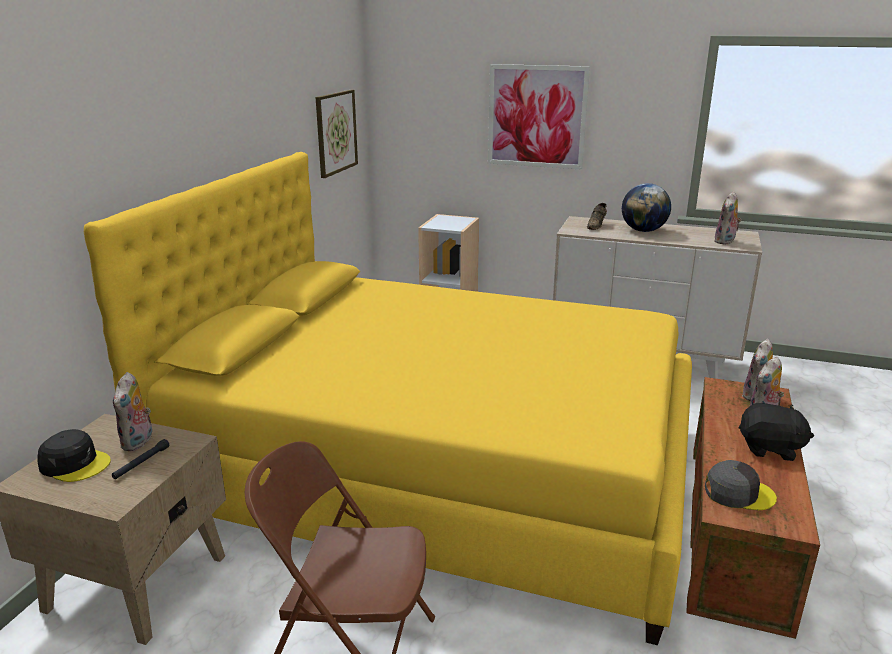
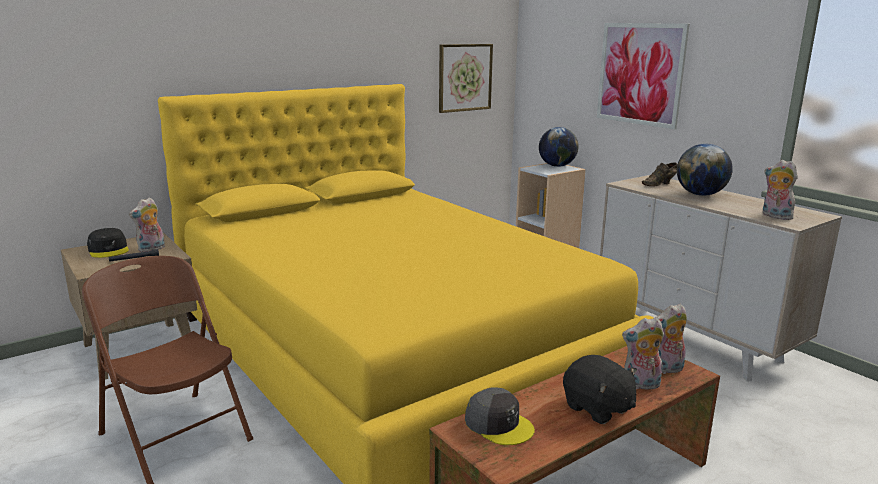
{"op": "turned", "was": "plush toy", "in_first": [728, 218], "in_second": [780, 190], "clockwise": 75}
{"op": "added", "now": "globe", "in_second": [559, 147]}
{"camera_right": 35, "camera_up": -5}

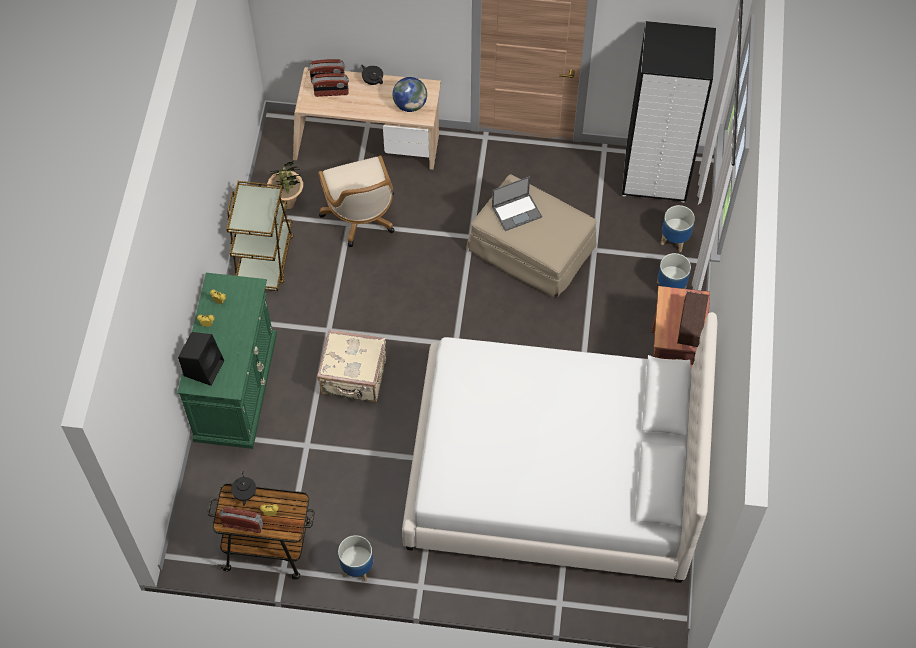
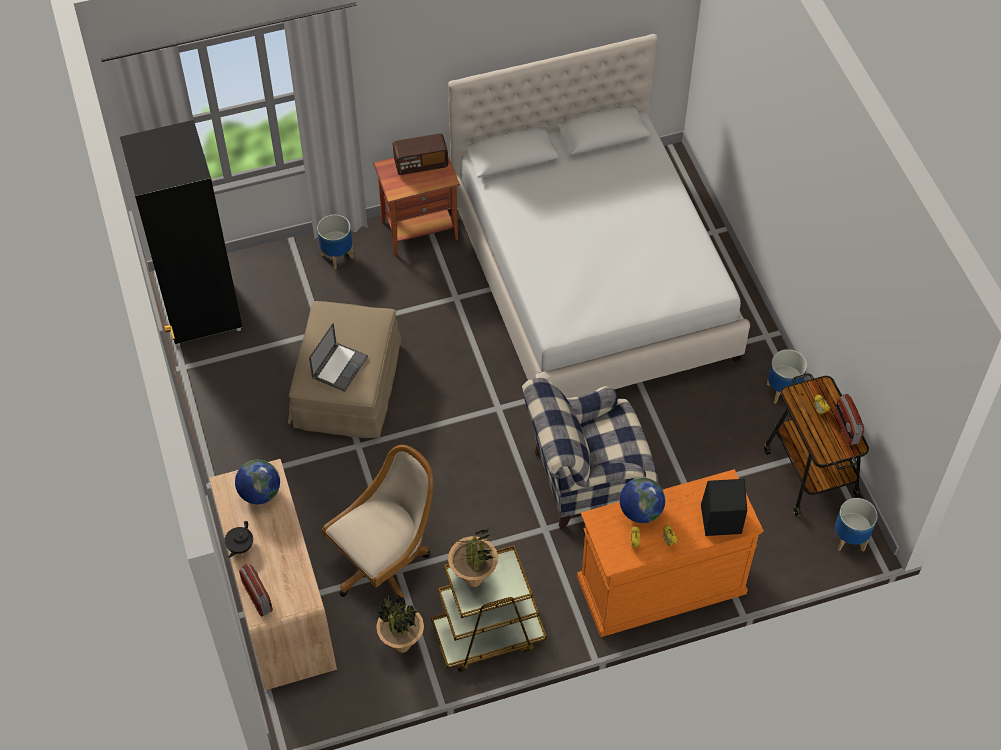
{"op": "removed", "was": "radio", "in_first": [330, 85]}
{"op": "turned", "was": "laptop", "in_first": [517, 203], "in_second": [338, 357], "clockwise": 75}
{"op": "moved", "was": "planter", "in_first": [678, 229], "in_second": [856, 525]}
{"op": "recoloured", "was": "dresser (green)", "now": "dresser (orange)", "in_first": [227, 361], "in_second": [670, 553]}
{"op": "replaced", "was": "suitcase (beige)", "now": "armchair", "in_first": [351, 366], "in_second": [590, 453]}
{"op": "removed", "was": "teapot (black)", "in_first": [243, 488]}
{"op": "added", "now": "globe", "in_second": [642, 500]}
{"op": "added", "now": "potted plant", "in_second": [473, 558]}
{"camera_right": -115, "camera_up": -5}

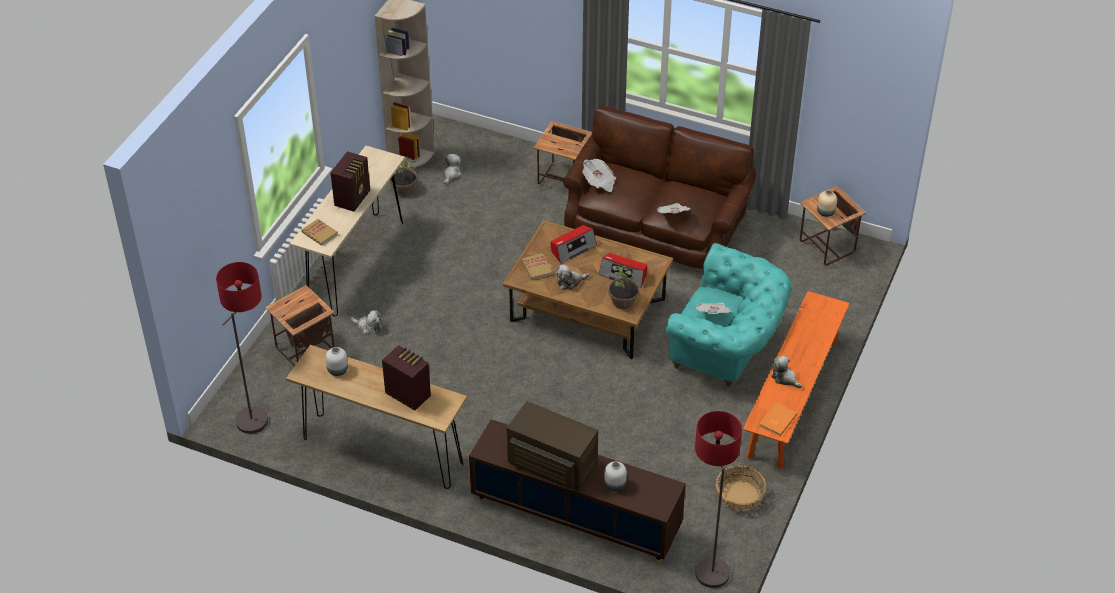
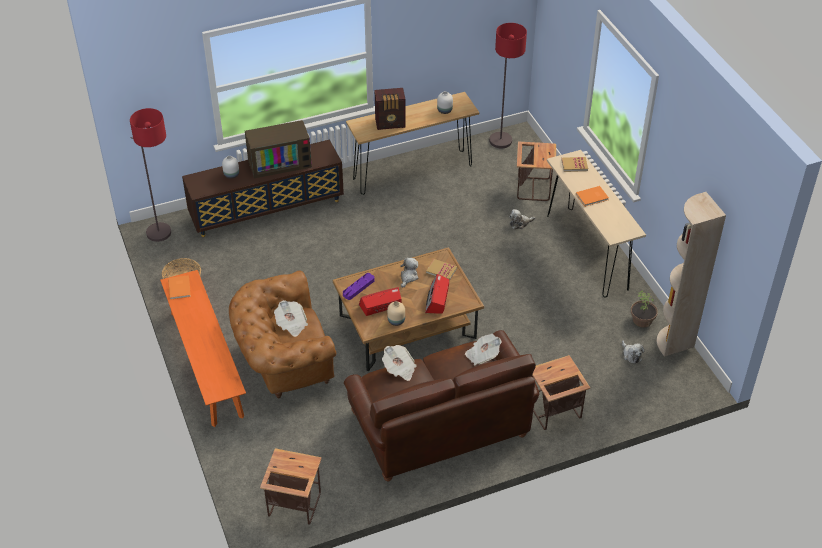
{"op": "replaced", "was": "radio", "now": "book (orange)", "in_first": [350, 181], "in_second": [592, 196]}
{"op": "moved", "was": "vase (beige)", "in_first": [827, 203], "in_second": [396, 313]}
{"op": "recoloured", "was": "armchair (turquoise)", "now": "armchair (brown)", "in_first": [728, 315], "in_second": [282, 334]}
{"op": "replaced", "was": "potted plant", "now": "tray (purple)", "in_first": [624, 287], "in_second": [359, 286]}
{"op": "removed", "was": "plush toy", "in_first": [786, 371]}
{"camera_right": 135, "camera_up": 0}

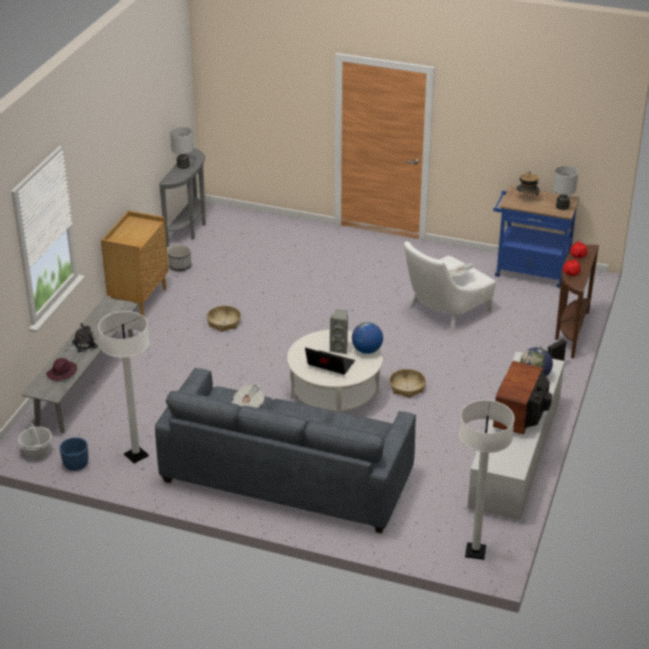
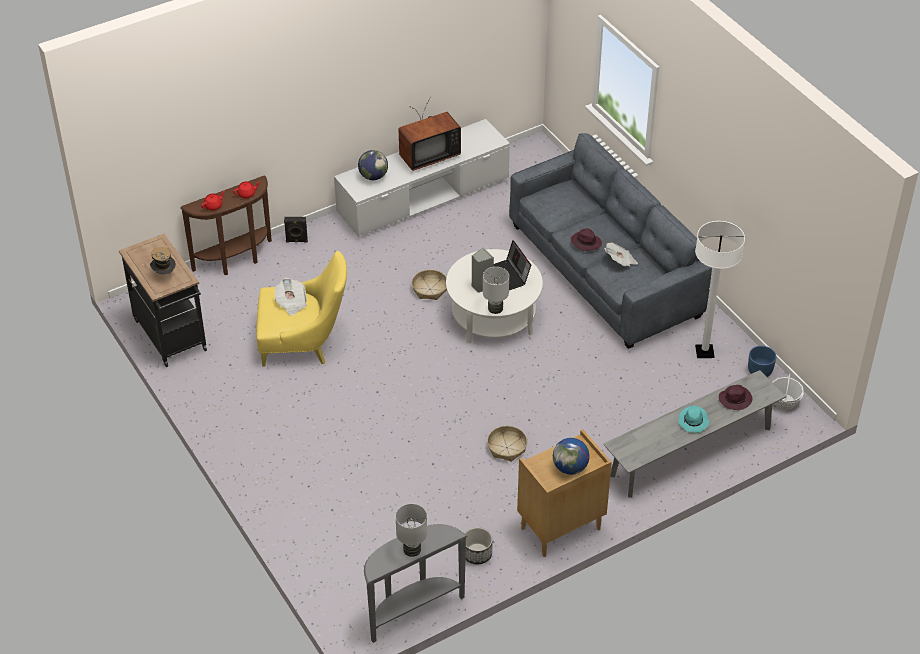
{"op": "moved", "was": "table lamp (grey)", "in_first": [565, 188], "in_second": [496, 290]}
{"op": "recoloured", "was": "cart (blue)", "now": "cart (black)", "in_first": [536, 237], "in_second": [163, 300]}
{"op": "recoloured", "was": "armchair (white)", "now": "armchair (yellow)", "in_first": [450, 286], "in_second": [301, 308]}
{"op": "moved", "was": "globe", "in_first": [367, 338], "in_second": [571, 456]}
{"op": "replaced", "was": "plush toy", "now": "hat (turquoise)", "in_first": [82, 337], "in_second": [694, 419]}
{"op": "removed", "was": "floor lamp (white)", "in_first": [486, 480]}
{"op": "added", "now": "hat (purple)", "in_second": [586, 239]}
{"camera_right": -140, "camera_up": 10}

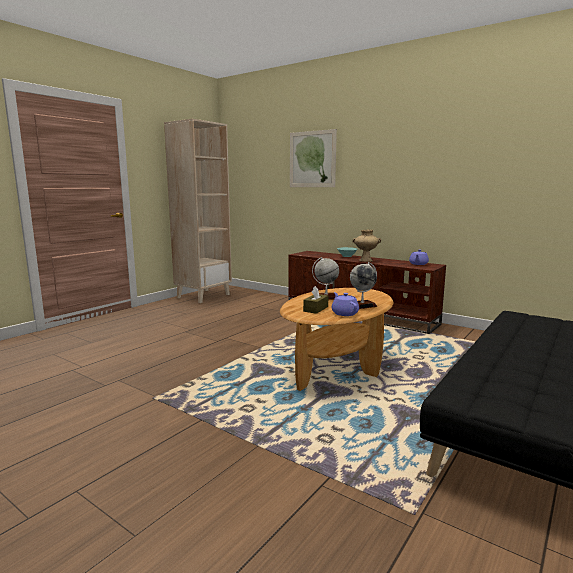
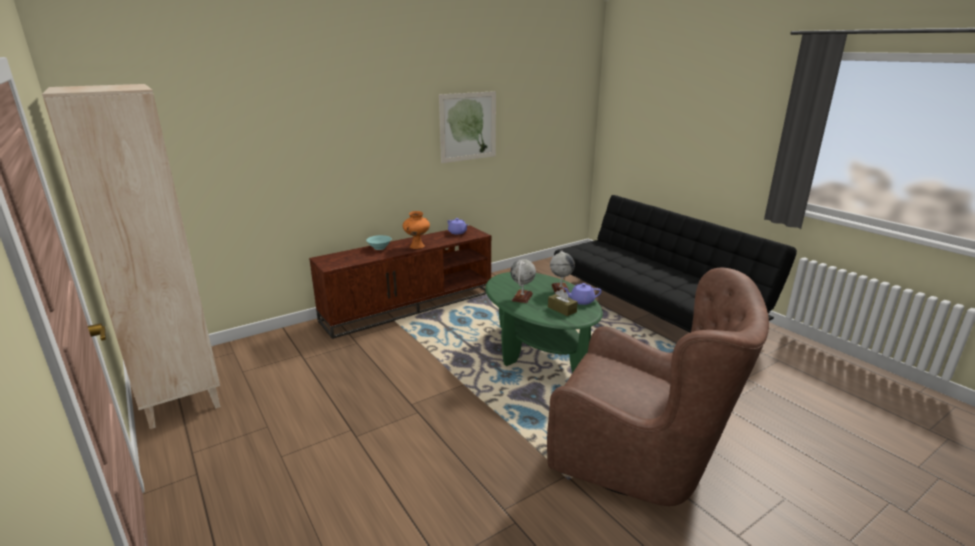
{"op": "moved", "was": "picture", "in_first": [313, 158], "in_second": [467, 127]}
{"op": "recoloured", "was": "vase (beige)", "now": "vase (orange)", "in_first": [366, 246], "in_second": [416, 230]}
{"op": "recoloured", "was": "coffee table (brown)", "now": "coffee table (green)", "in_first": [336, 339], "in_second": [544, 322]}
{"op": "added", "now": "armchair (brown)", "in_second": [658, 387]}
{"camera_right": -70, "camera_up": 10}

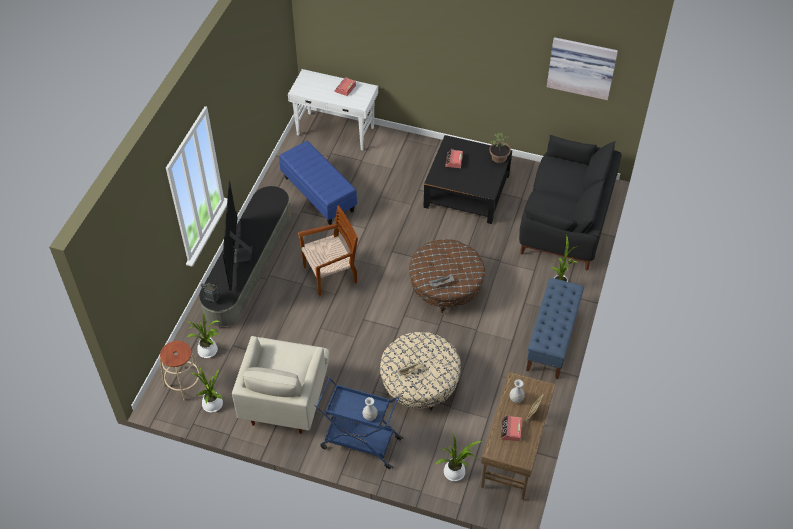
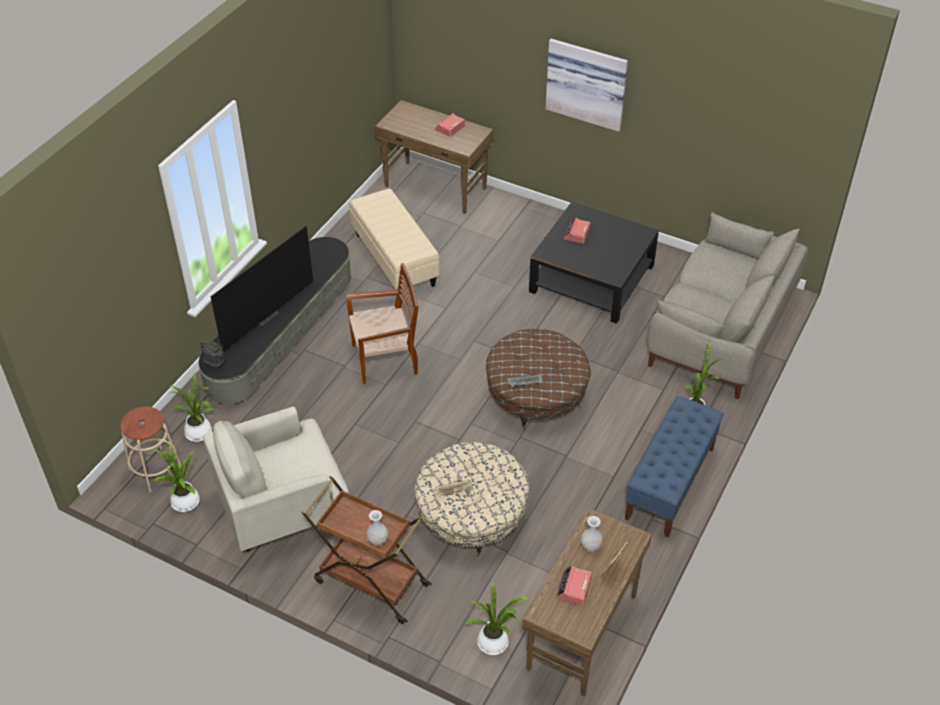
{"op": "moved", "was": "picture", "in_first": [582, 68], "in_second": [587, 85]}
{"op": "recoloured", "was": "console table (white)", "now": "console table (brown)", "in_first": [333, 109], "in_second": [434, 157]}
{"op": "removed", "was": "potted plant", "in_first": [500, 148]}
{"op": "recoloured", "was": "sofa (black)", "now": "sofa (beige)", "in_first": [570, 203], "in_second": [728, 306]}
{"op": "recoloured", "was": "ottoman (blue)", "now": "ottoman (beige)", "in_first": [318, 183], "in_second": [394, 238]}
{"op": "turned", "was": "television", "in_first": [238, 235], "in_second": [261, 288], "clockwise": -150}
{"op": "turned", "was": "armchair (beige)", "in_first": [281, 385], "in_second": [276, 479], "clockwise": 45}
{"op": "recoloured", "was": "cart (blue)", "now": "cart (brown)", "in_first": [359, 422], "in_second": [366, 550]}
{"camera_right": 10, "camera_up": -5}

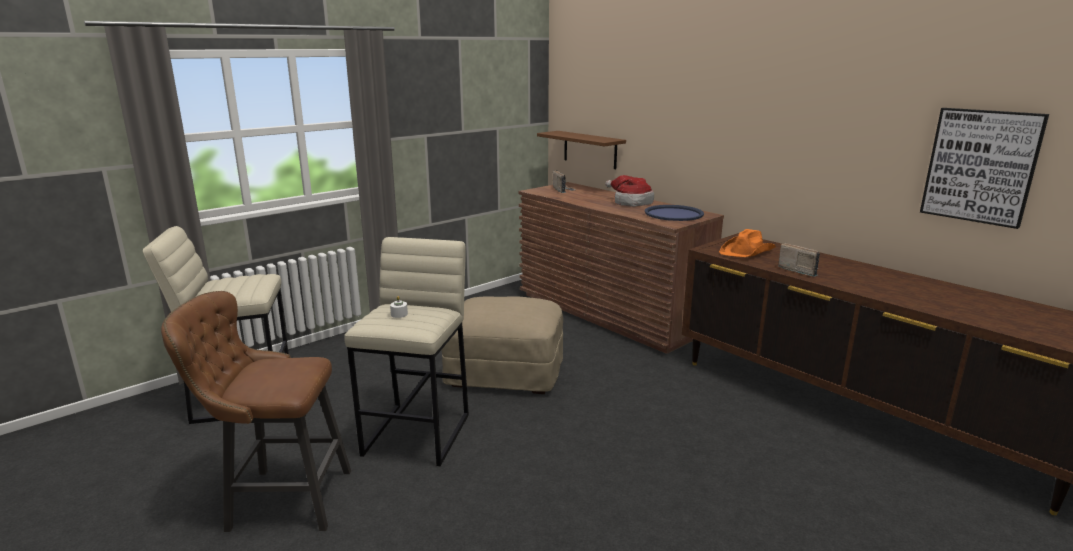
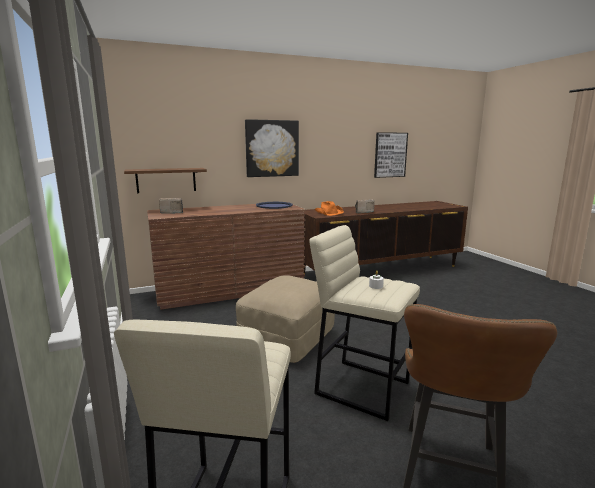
{"op": "removed", "was": "hat", "in_first": [629, 191]}
{"op": "added", "now": "picture", "in_second": [272, 148]}
{"camera_right": -70, "camera_up": -5}

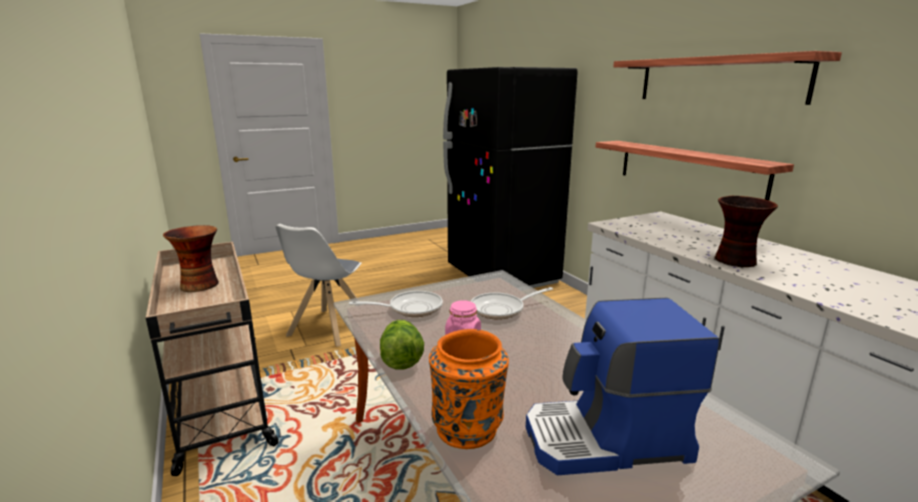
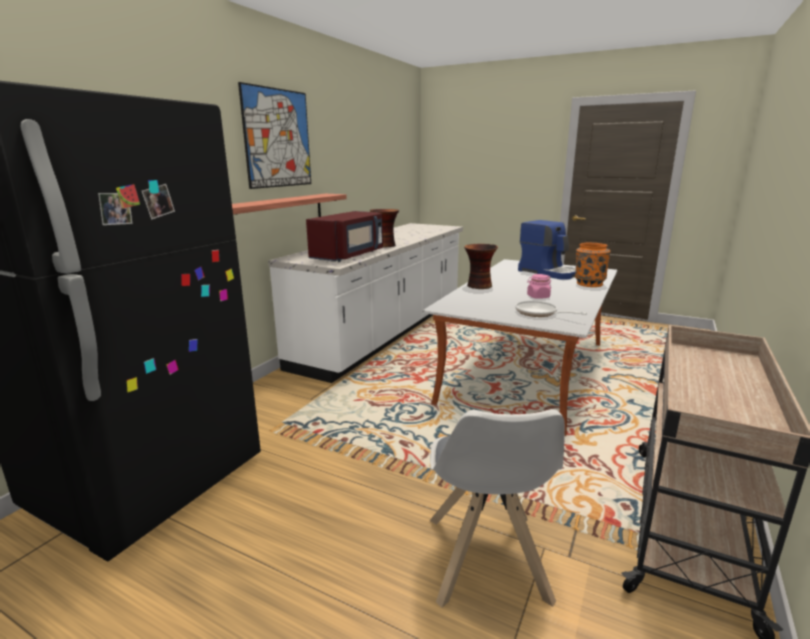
{"op": "replaced", "was": "shelf", "now": "picture", "in_first": [727, 78], "in_second": [274, 135]}
{"op": "turned", "was": "chair", "in_first": [318, 285], "in_second": [497, 508], "clockwise": 105}
{"op": "moved", "was": "vase", "in_first": [191, 258], "in_second": [481, 266]}
{"op": "removed", "was": "frying pan", "in_first": [512, 303]}
{"op": "removed", "was": "lettuce", "in_first": [402, 344]}
{"op": "added", "now": "microwave (red)", "in_second": [344, 236]}
{"camera_right": -125, "camera_up": 0}

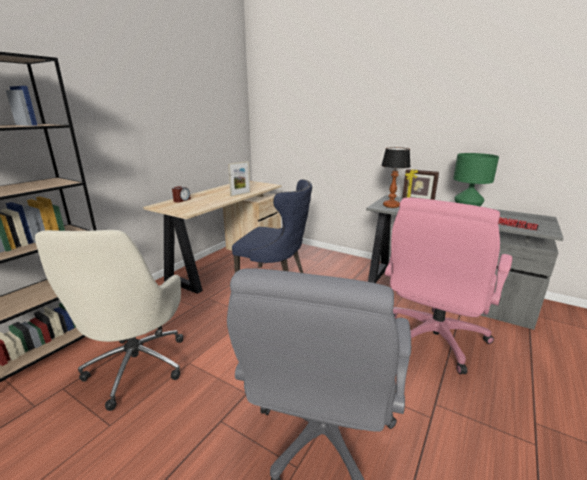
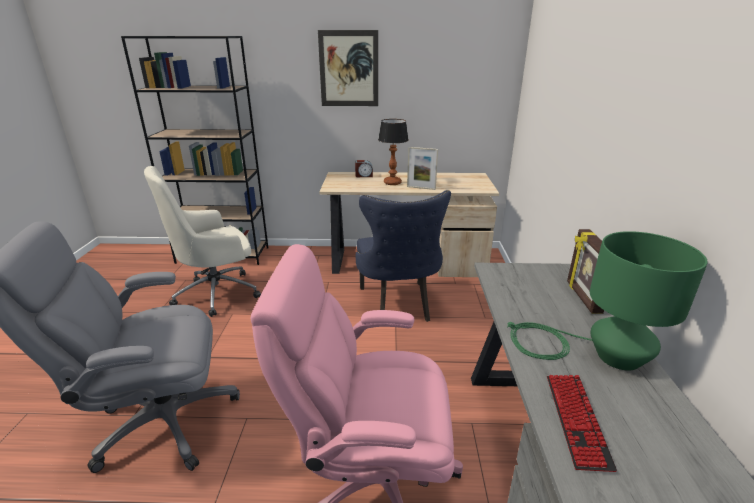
{"op": "moved", "was": "table lamp", "in_first": [396, 177], "in_second": [393, 152]}
{"op": "added", "now": "picture", "in_second": [348, 68]}
{"camera_right": 60, "camera_up": 5}

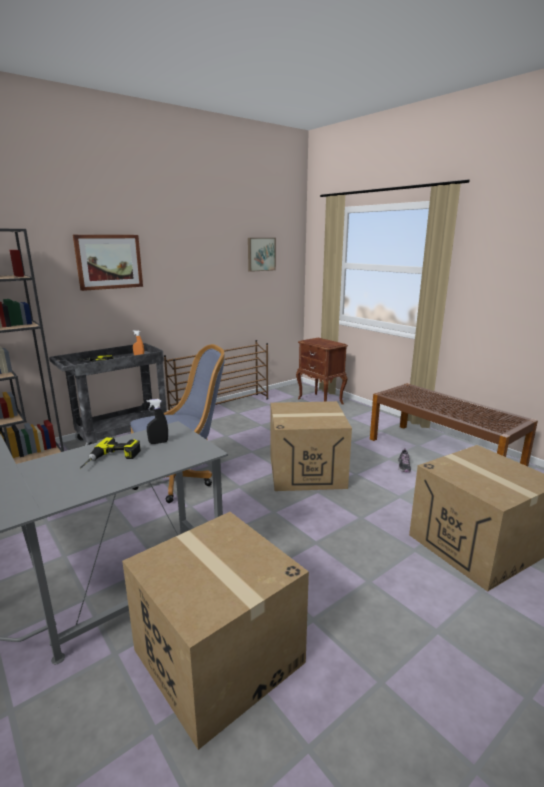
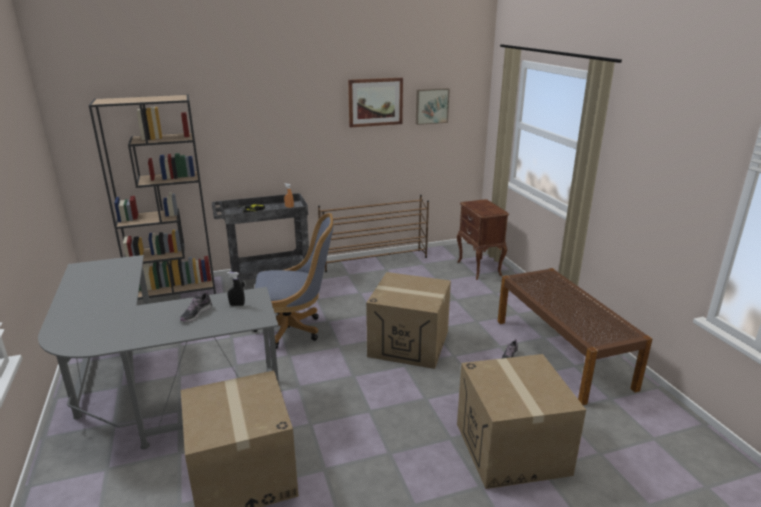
{"op": "moved", "was": "picture", "in_first": [108, 263], "in_second": [375, 103]}
{"op": "replaced", "was": "power drill", "now": "shoe", "in_first": [110, 452], "in_second": [196, 306]}
{"camera_right": 20, "camera_up": 5}

